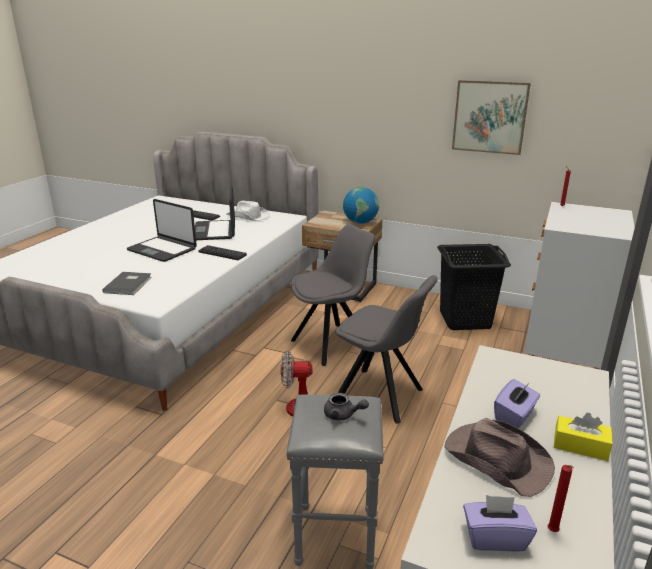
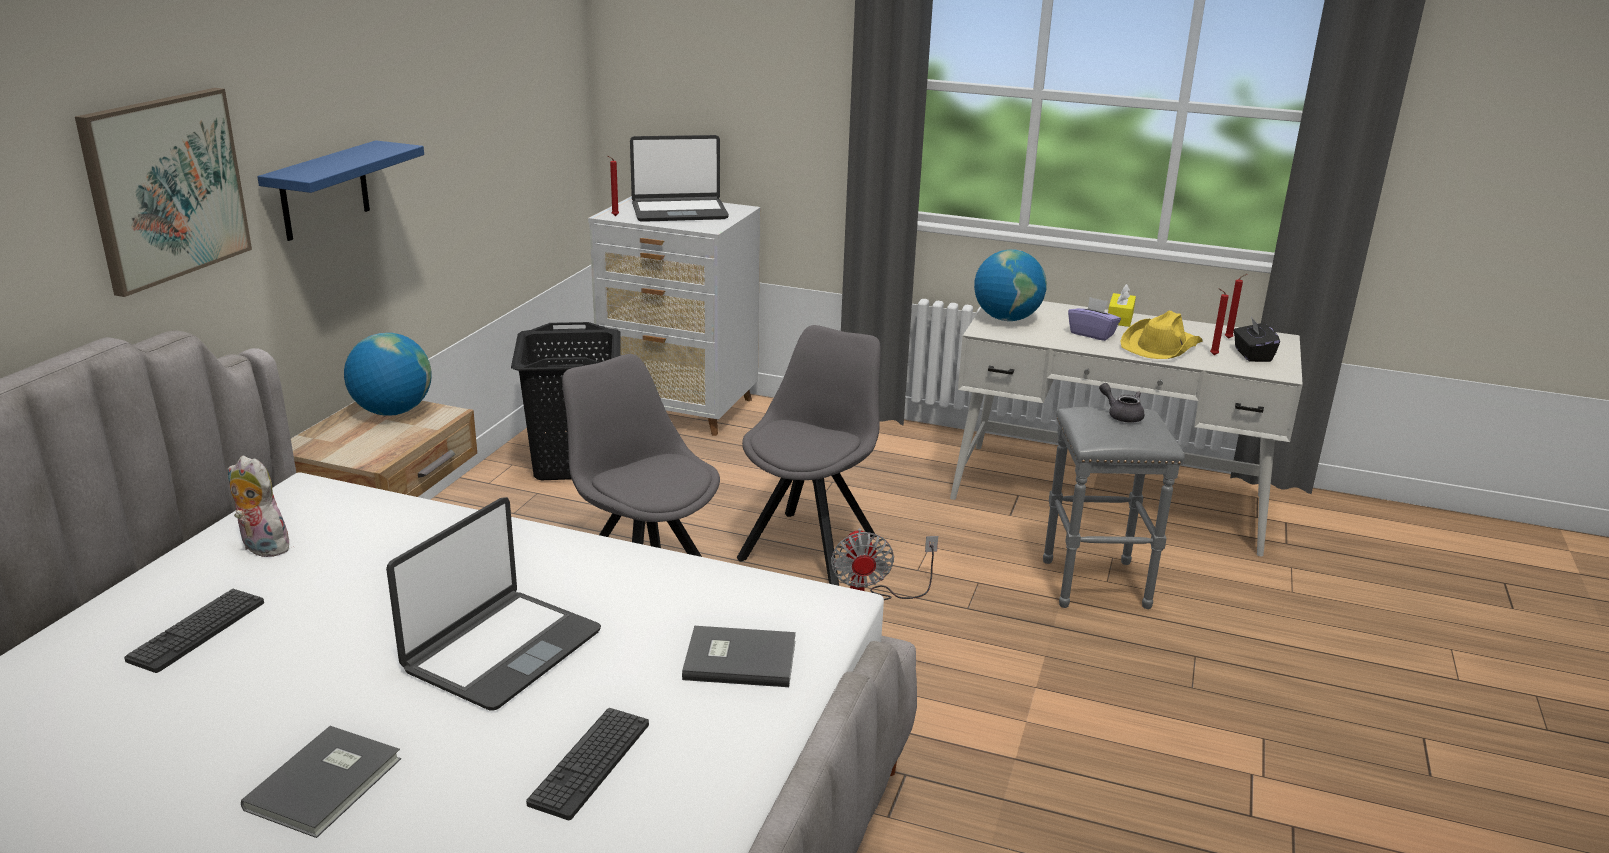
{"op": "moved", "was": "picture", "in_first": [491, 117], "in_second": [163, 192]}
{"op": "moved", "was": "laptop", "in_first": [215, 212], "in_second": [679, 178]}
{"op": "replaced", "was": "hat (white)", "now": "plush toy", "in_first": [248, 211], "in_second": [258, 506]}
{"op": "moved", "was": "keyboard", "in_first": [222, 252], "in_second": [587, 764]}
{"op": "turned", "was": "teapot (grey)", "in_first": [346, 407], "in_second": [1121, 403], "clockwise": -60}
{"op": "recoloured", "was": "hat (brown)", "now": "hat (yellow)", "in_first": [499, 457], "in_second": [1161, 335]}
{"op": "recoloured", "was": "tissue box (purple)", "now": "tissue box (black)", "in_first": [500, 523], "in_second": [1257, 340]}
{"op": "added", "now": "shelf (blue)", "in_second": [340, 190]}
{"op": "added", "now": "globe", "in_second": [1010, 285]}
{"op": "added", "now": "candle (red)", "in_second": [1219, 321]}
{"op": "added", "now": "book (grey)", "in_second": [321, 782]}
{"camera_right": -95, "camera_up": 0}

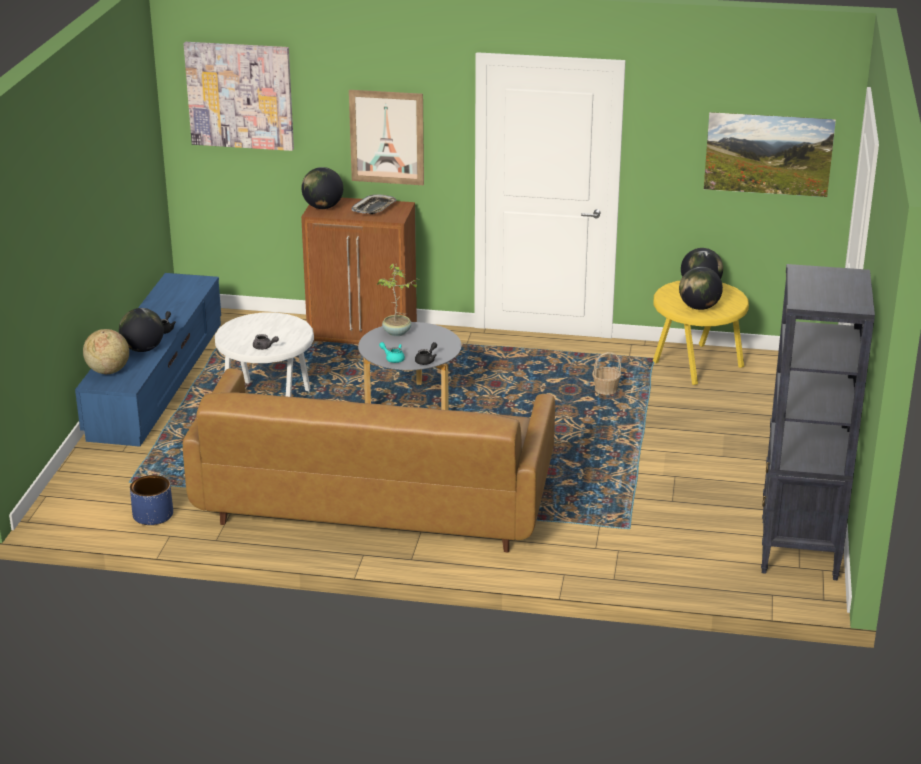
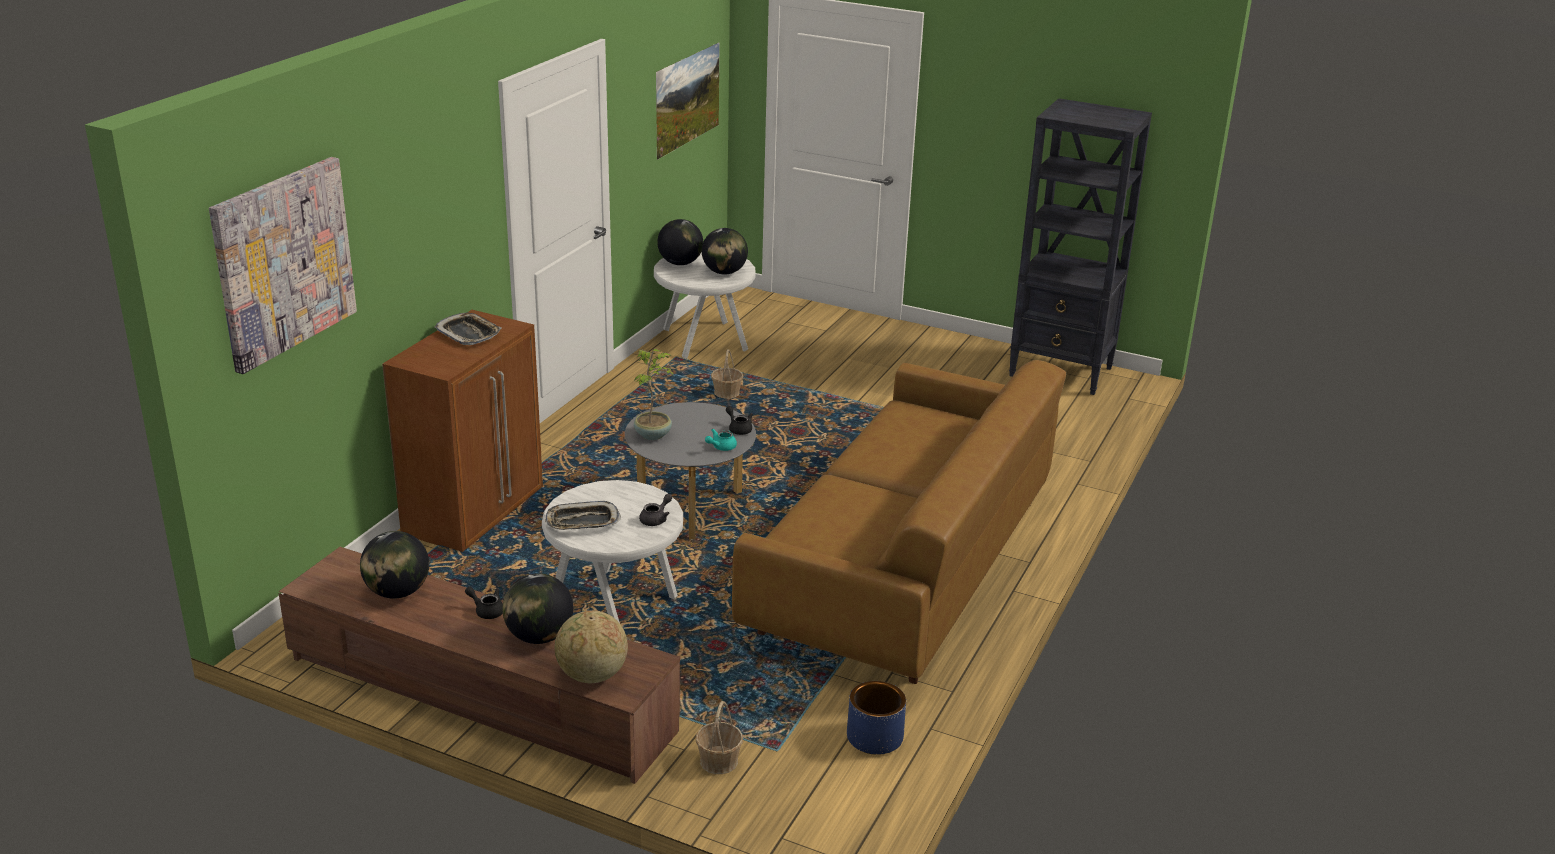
{"op": "removed", "was": "picture", "in_first": [386, 137]}
{"op": "moved", "was": "globe", "in_first": [322, 188], "in_second": [394, 565]}
{"op": "recoloured", "was": "tv stand (blue)", "now": "tv stand (brown)", "in_first": [148, 360], "in_second": [479, 665]}
{"op": "recoloured", "was": "side table (yellow)", "now": "side table (white)", "in_first": [701, 332], "in_second": [705, 305]}
{"op": "added", "now": "tray", "in_second": [583, 515]}
{"op": "added", "now": "basket", "in_second": [719, 737]}
{"camera_right": -75, "camera_up": 0}

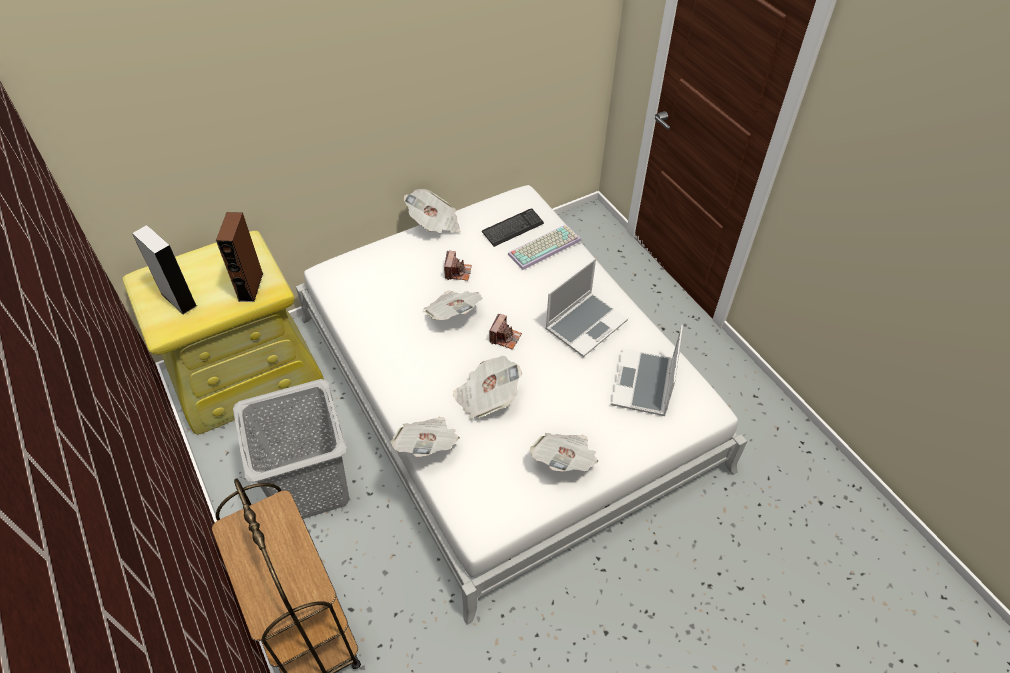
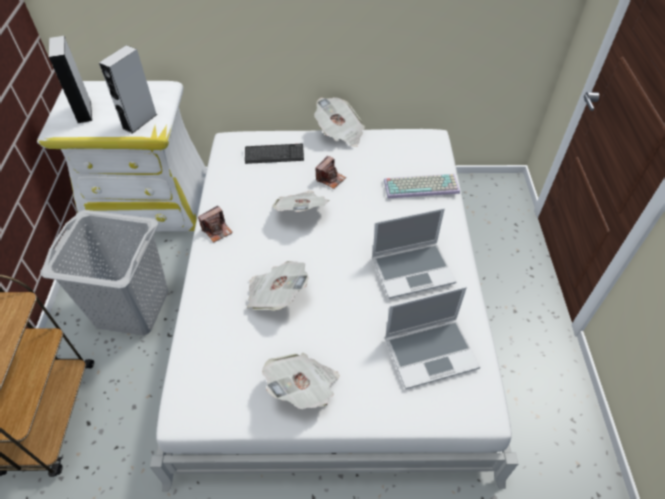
{"op": "moved", "was": "keyboard", "in_first": [513, 227], "in_second": [274, 154]}
{"op": "recoloured", "was": "speaker (brown)", "now": "speaker (grey)", "in_first": [239, 257], "in_second": [128, 89]}
{"op": "recoloured", "was": "nightstand (yellow)", "now": "nightstand (white)", "in_first": [223, 333], "in_second": [122, 156]}
{"op": "moved", "was": "photo camera", "in_first": [505, 331], "in_second": [215, 224]}
{"op": "turned", "was": "laptop", "in_first": [647, 370], "in_second": [433, 337], "clockwise": -150}
{"op": "removed", "was": "newspaper", "in_first": [425, 437]}
{"camera_right": 30, "camera_up": 0}

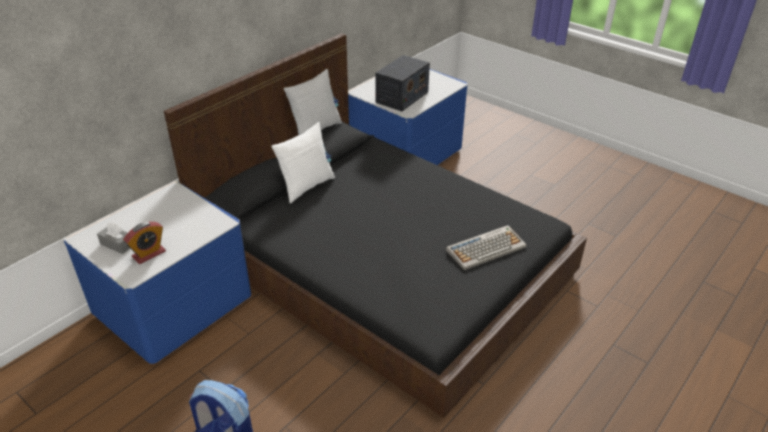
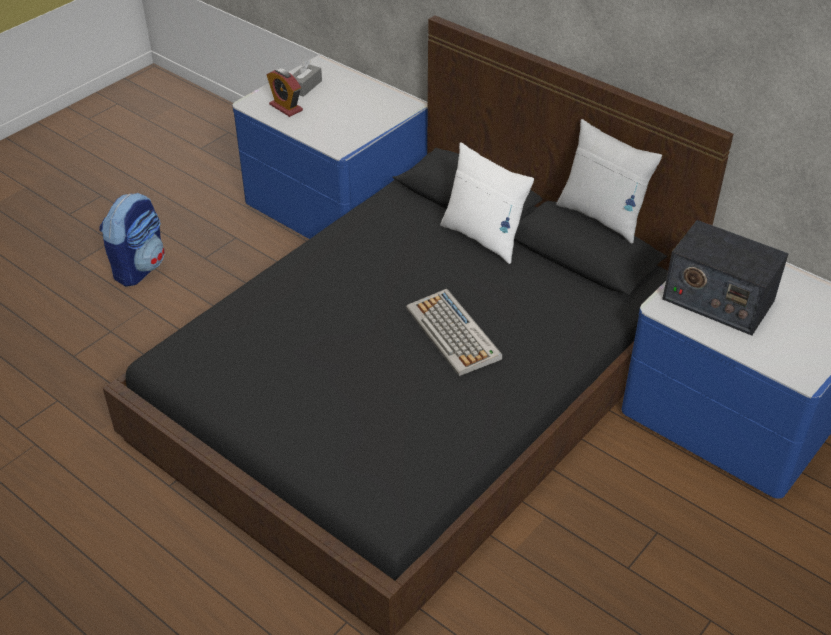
{"op": "moved", "was": "keyboard", "in_first": [486, 247], "in_second": [454, 332]}
{"camera_right": 90, "camera_up": 5}

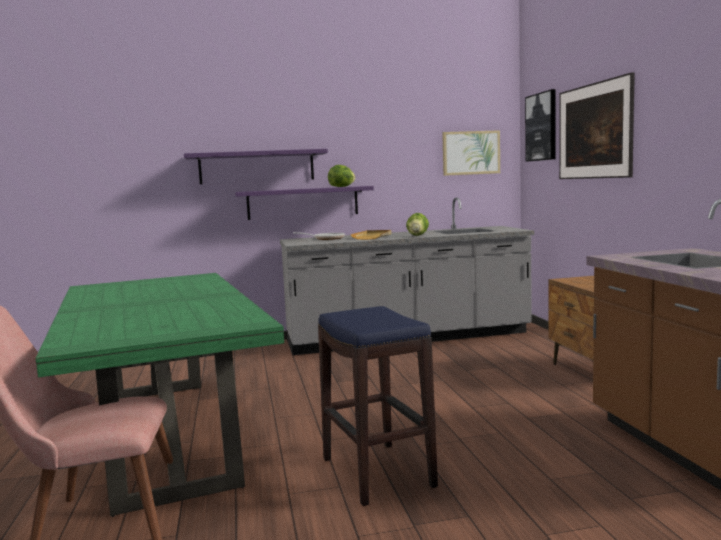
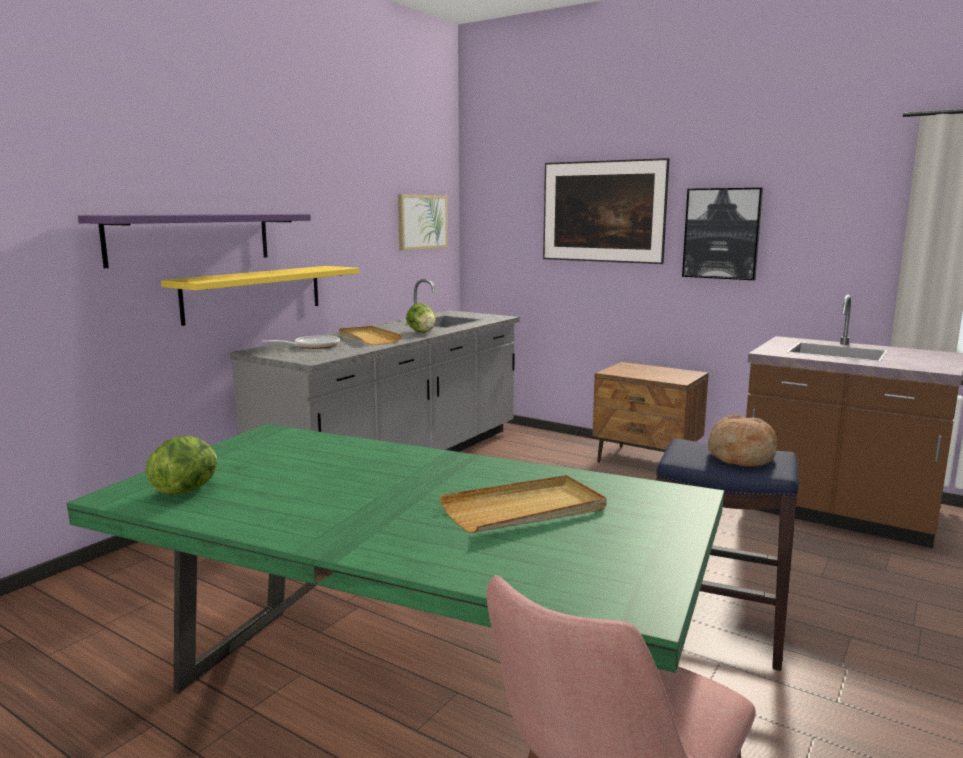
{"op": "moved", "was": "picture", "in_first": [540, 125], "in_second": [722, 234]}
{"op": "moved", "was": "lettuce", "in_first": [341, 176], "in_second": [181, 465]}
{"op": "recoloured", "was": "shelf (purple)", "now": "shelf (yellow)", "in_first": [304, 203], "in_second": [260, 296]}
{"op": "added", "now": "bread", "in_second": [742, 440]}
{"op": "added", "now": "tray (beige)", "in_second": [523, 504]}
{"camera_right": -45, "camera_up": 5}

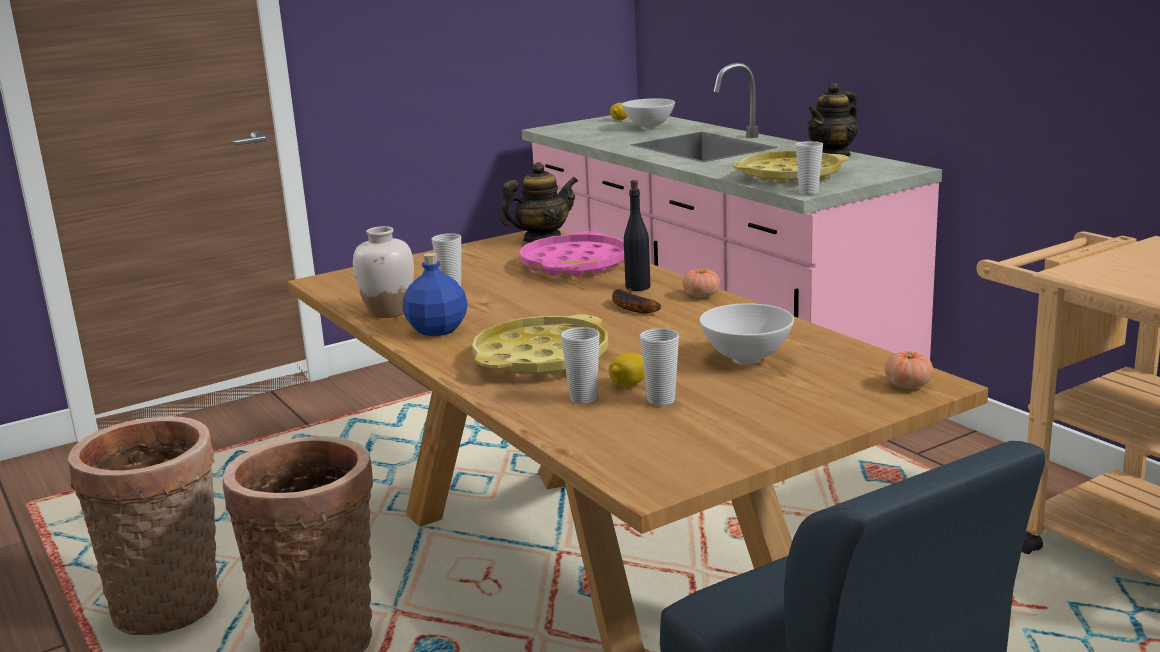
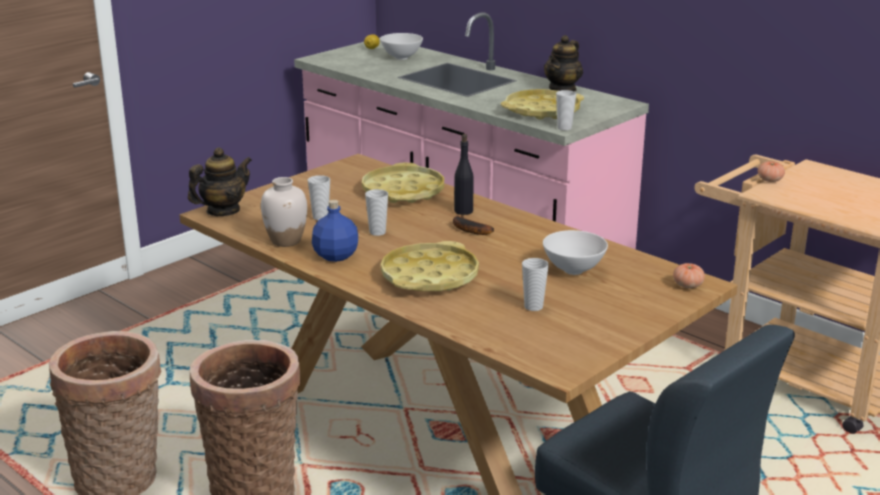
{"op": "moved", "was": "teapot", "in_first": [539, 202], "in_second": [220, 181]}
{"op": "recoloured", "was": "tray (pink)", "now": "tray (yellow)", "in_first": [572, 253], "in_second": [403, 183]}
{"op": "moved", "was": "tomato", "in_first": [701, 283], "in_second": [771, 171]}
{"op": "moved", "was": "cup", "in_first": [580, 365], "in_second": [376, 212]}
{"op": "removed", "was": "lemon", "in_first": [627, 370]}
{"camera_right": -15, "camera_up": 5}

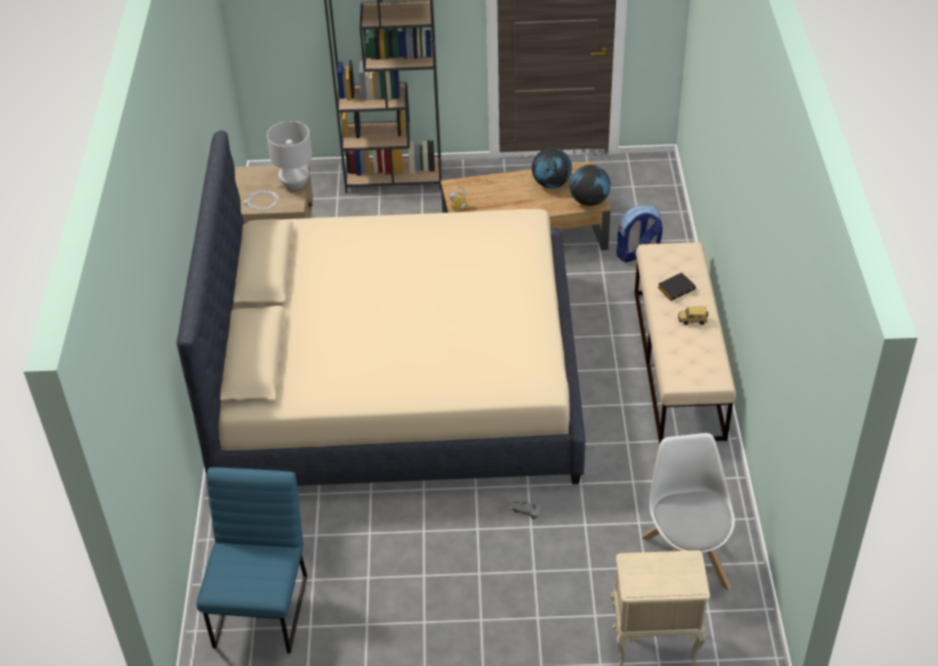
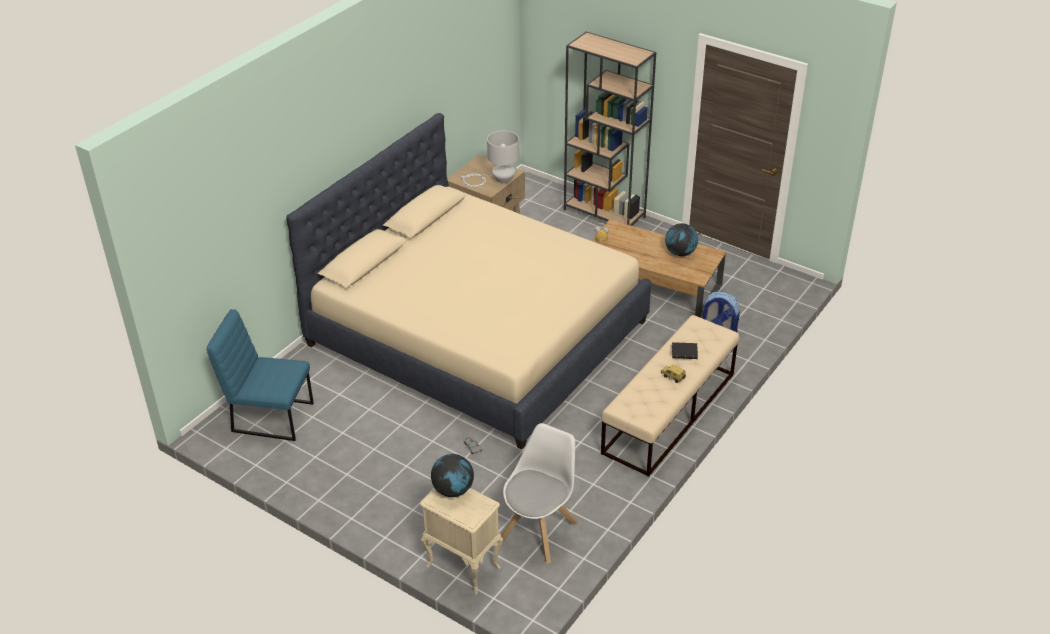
{"op": "moved", "was": "globe", "in_first": [590, 185], "in_second": [452, 475]}
{"op": "turned", "was": "chair (blue)", "in_first": [251, 560], "in_second": [260, 375], "clockwise": -120}
{"camera_right": 35, "camera_up": -5}

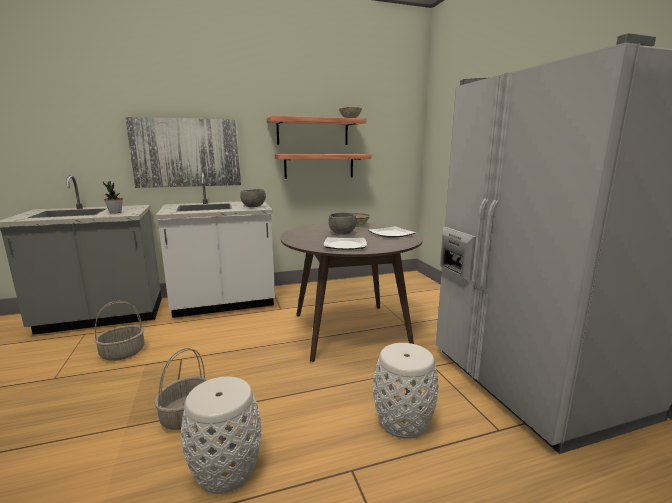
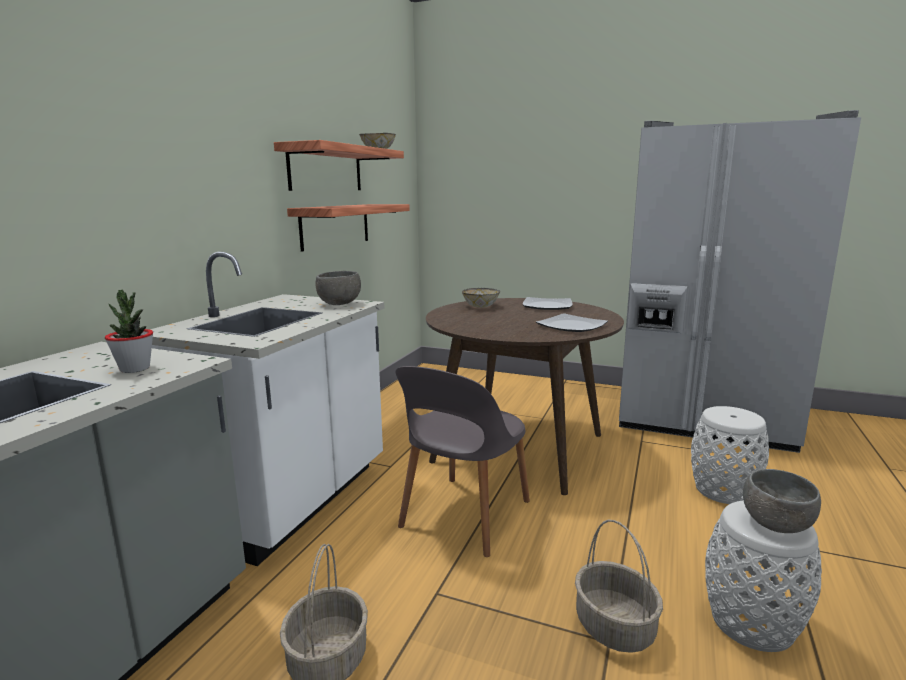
{"op": "removed", "was": "picture", "in_first": [183, 152]}
{"op": "moved", "was": "bowl (grey)", "in_first": [342, 223], "in_second": [782, 501]}
{"op": "added", "now": "chair (grey)", "in_second": [463, 461]}
{"camera_right": -50, "camera_up": 0}

